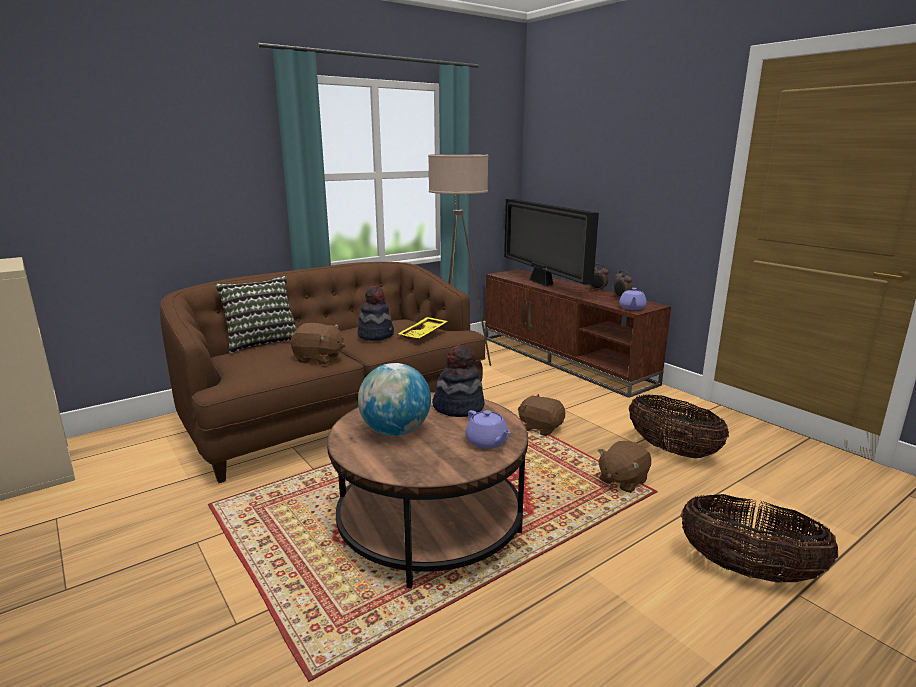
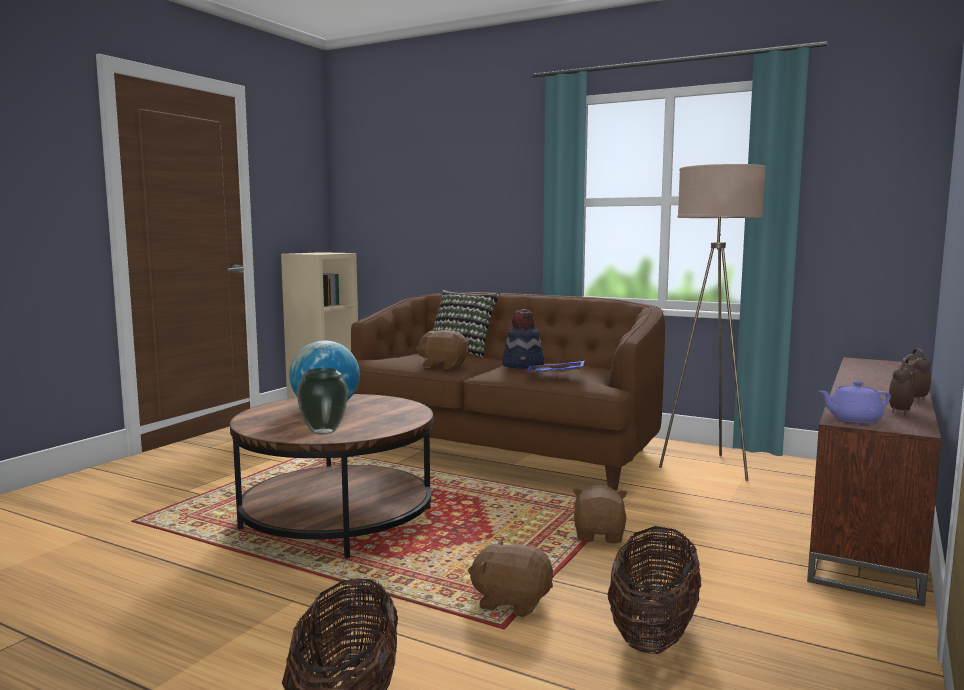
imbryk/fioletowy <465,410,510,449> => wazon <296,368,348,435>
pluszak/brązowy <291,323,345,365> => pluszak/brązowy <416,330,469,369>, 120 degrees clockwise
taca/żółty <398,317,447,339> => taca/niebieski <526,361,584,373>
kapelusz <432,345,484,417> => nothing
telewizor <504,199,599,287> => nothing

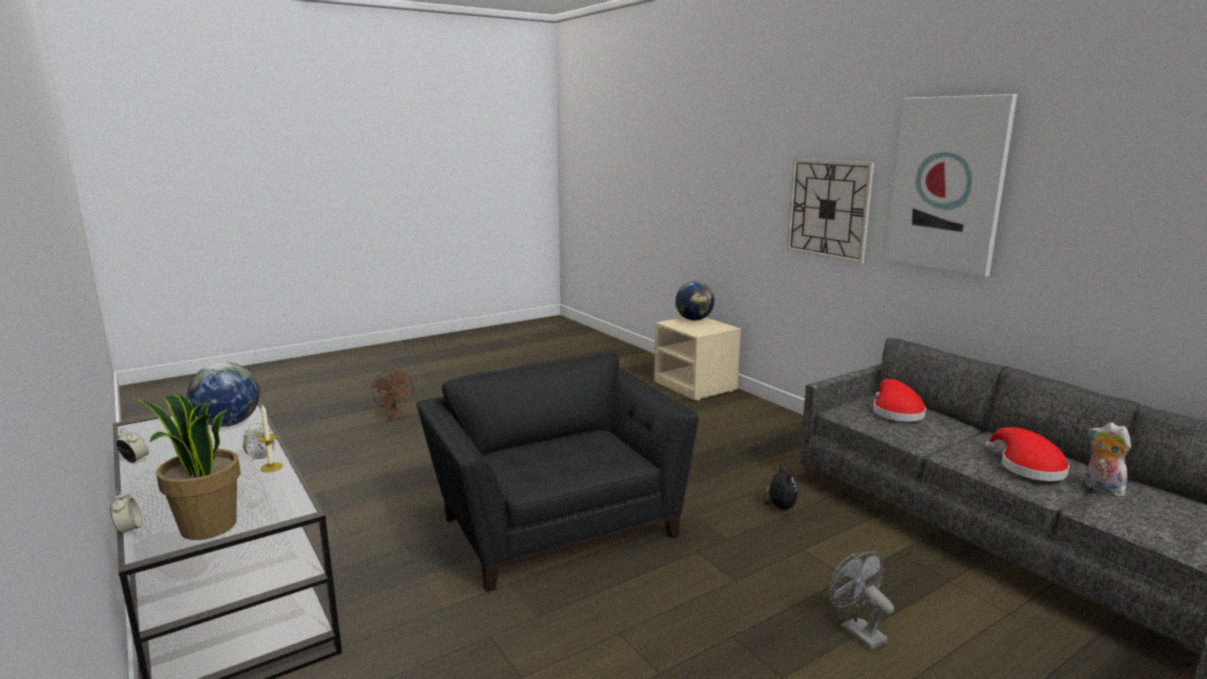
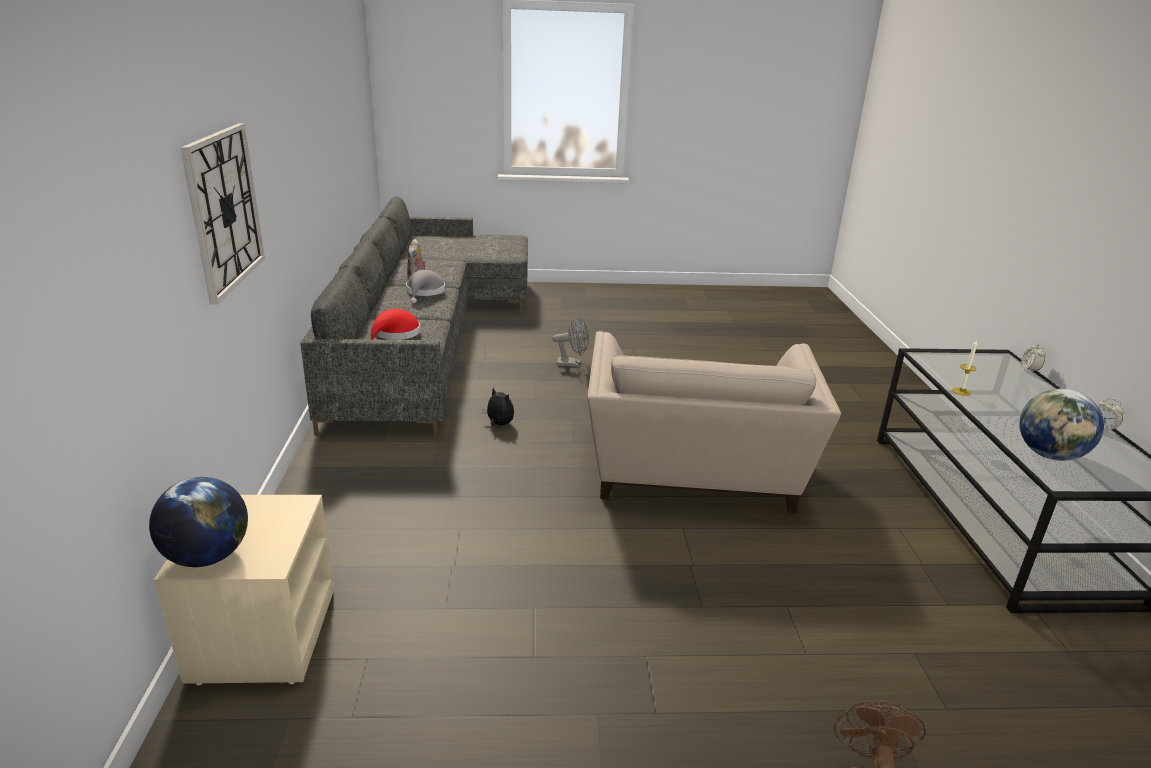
kapelusz/czerwony <985,427,1070,481> => kapelusz/szary <406,270,445,303>
pluszak <764,465,798,510> => pluszak <482,388,514,426>, 105 degrees clockwise
wentylator/szary <830,551,894,650> => wentylator/szary <552,316,589,367>, 90 degrees counterclockwise
fotel/czarny <416,353,699,592> => fotel/beżowy <588,331,841,513>
roślina doniczkowa <136,392,241,540> => nothing
budzik <243,423,275,462> => nothing
obraz <886,94,1017,277> => nothing

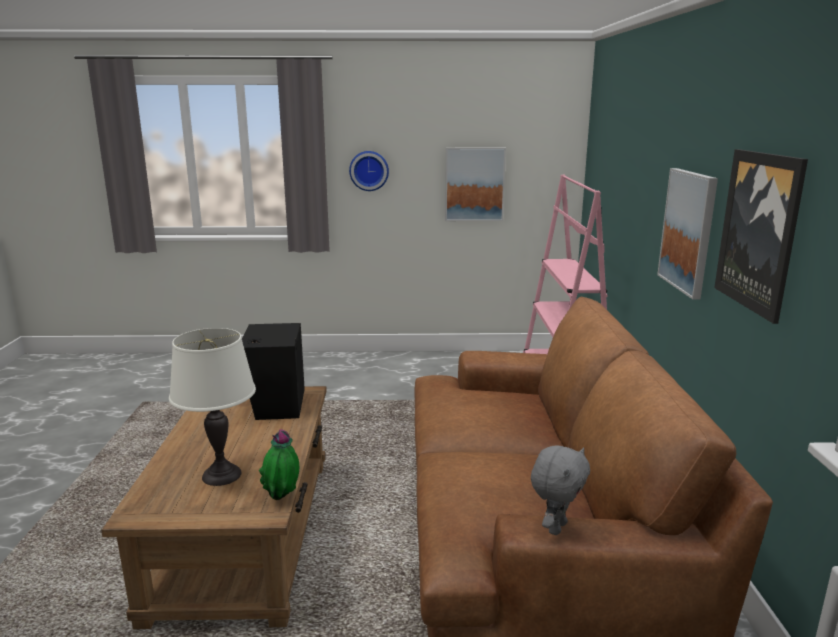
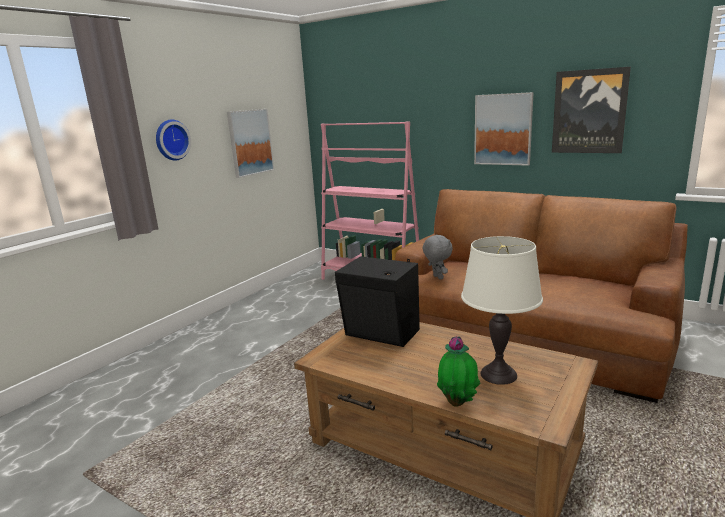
pluszak/szary <531,445,590,535> => pluszak/szary <423,234,453,280>, relocated
roślina doniczkowa <259,430,299,500> => roślina doniczkowa <437,336,480,407>, relocated

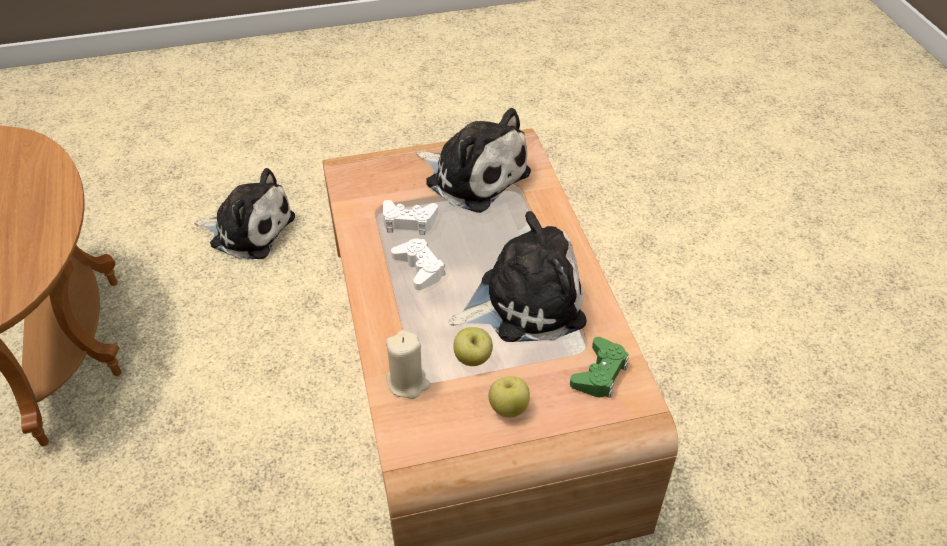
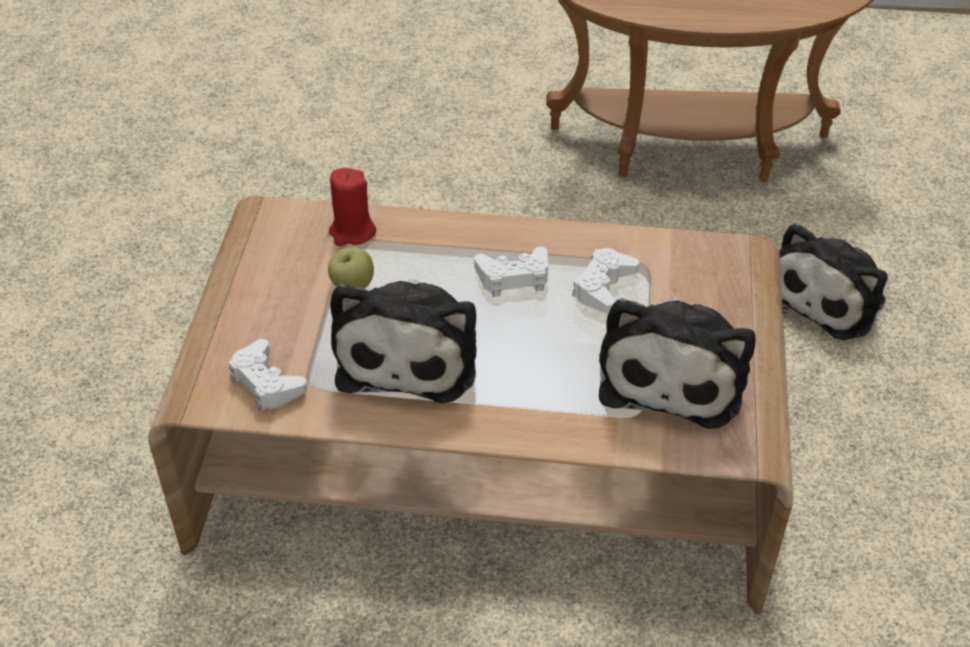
pad do gier/zielony <570,337,629,398> => pad do gier/biały <229,339,307,411>
świeca/beżowy <386,330,430,399> => świeca/czerwony <329,168,376,246>
pluszak <416,108,531,213> => pluszak <599,298,756,429>, 45 degrees counterclockwise
jabłko <489,376,530,418> => nothing

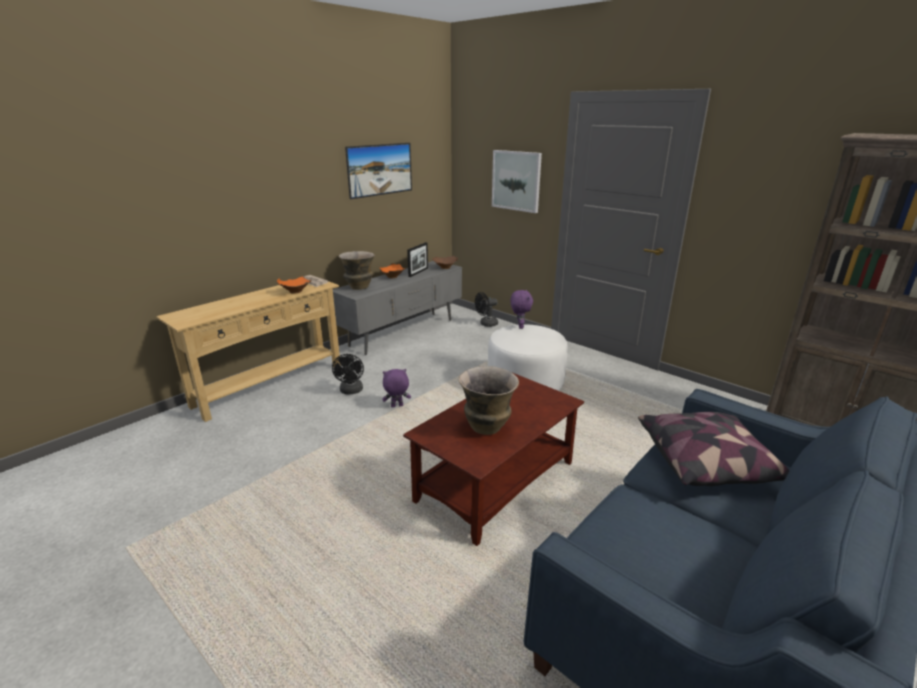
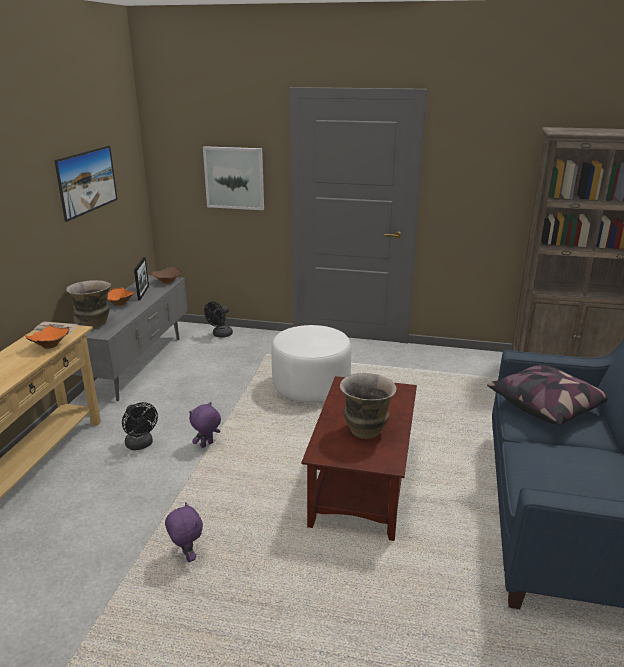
pluszak/fioletowy <510,289,533,329> => pluszak/fioletowy <165,502,203,562>, relocated

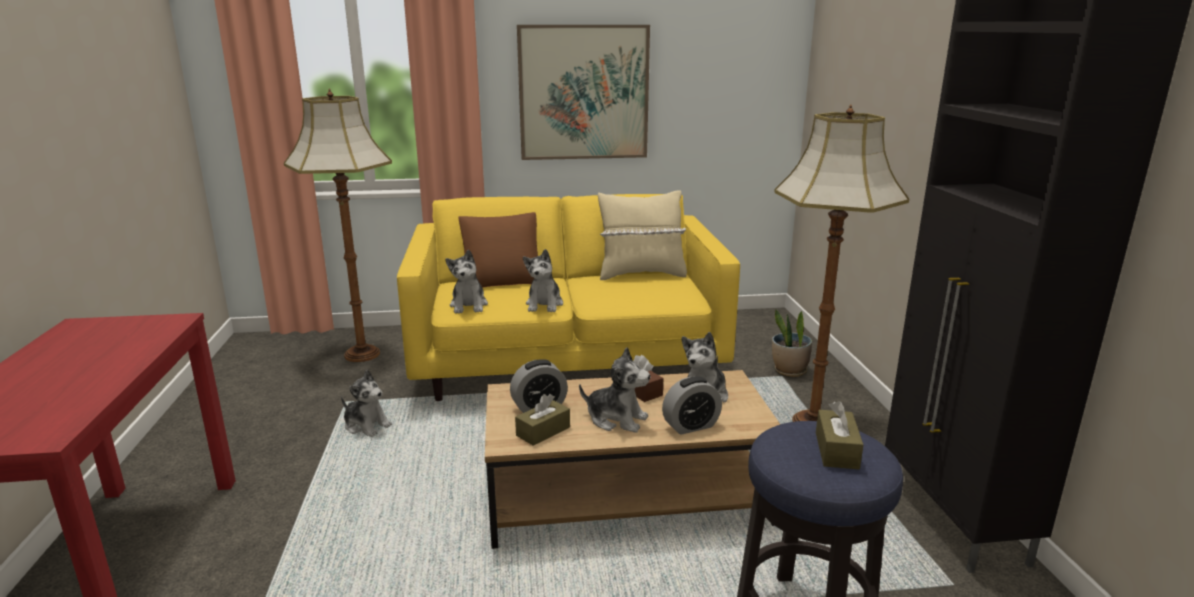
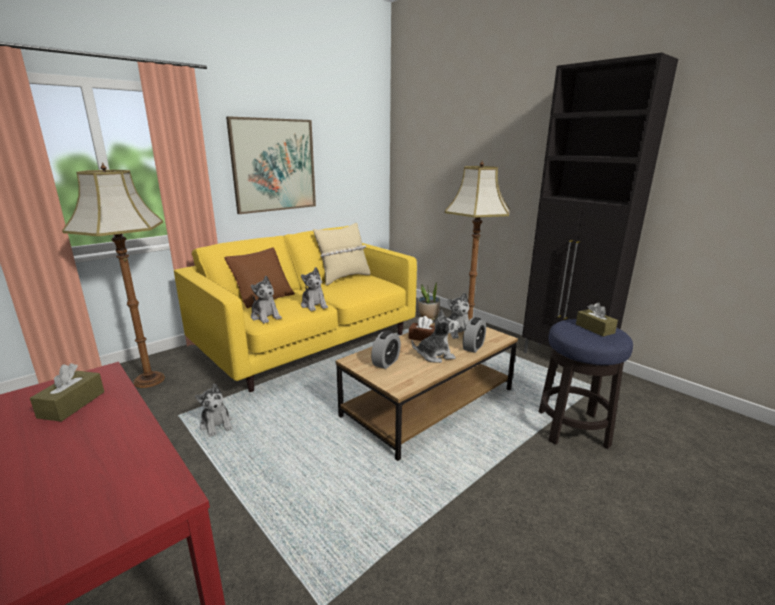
pudełko chusteczek/brązowy <515,394,570,446> => pudełko chusteczek/brązowy <30,363,104,422>, relocated
pluszak <341,370,392,437> => pluszak <195,383,233,437>, 60 degrees clockwise

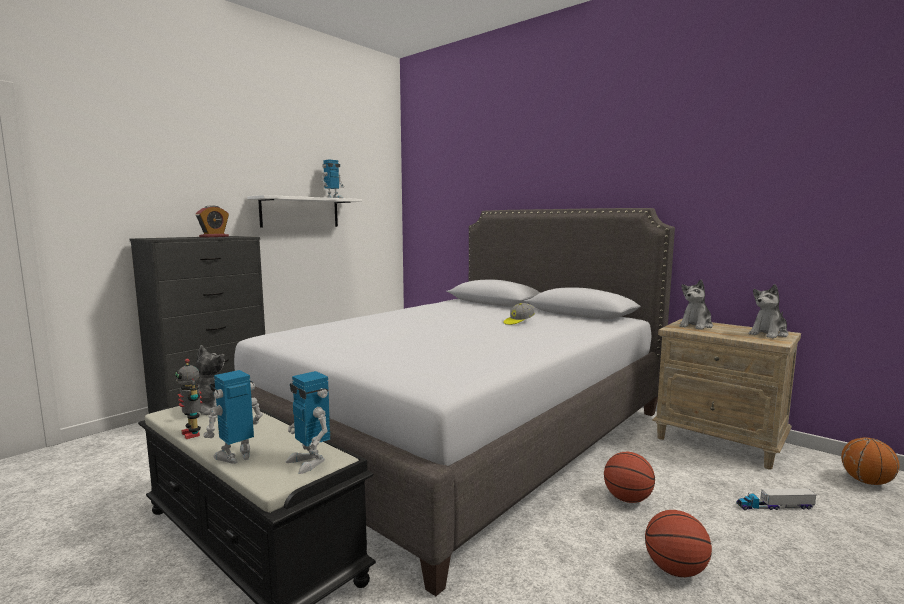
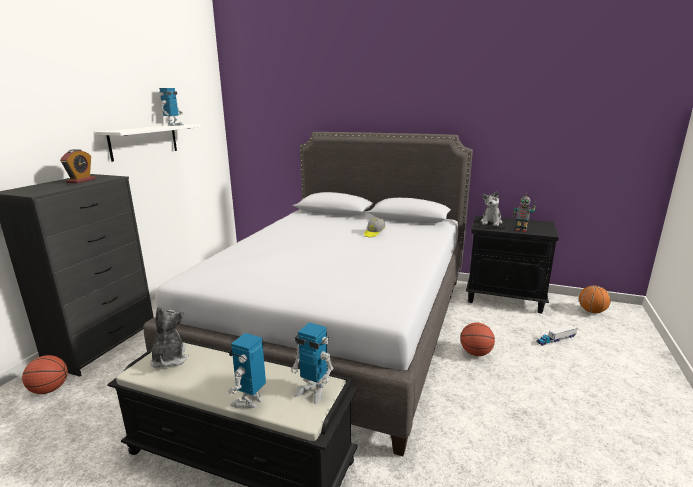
piłka do koszykówki <645,510,712,577> => piłka do koszykówki <22,355,68,394>, relocated
szafka nocna/beżowy <652,319,801,470> => szafka nocna/czarny <466,216,559,313>
robot zabawkowy <175,359,203,439> => robot zabawkowy <513,193,536,232>, relocated
pluszak <749,284,789,338> => nothing

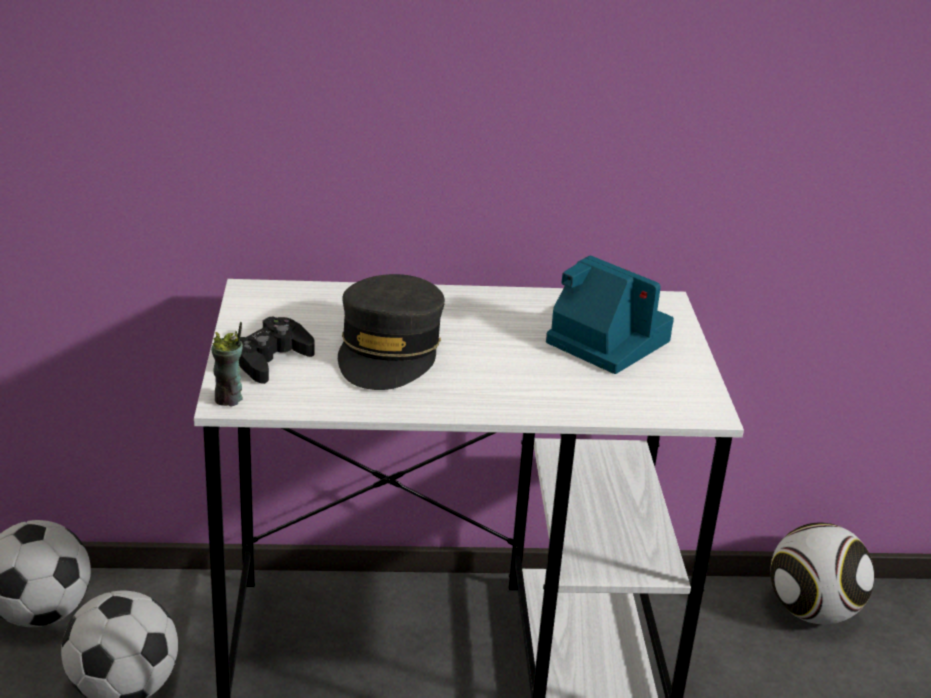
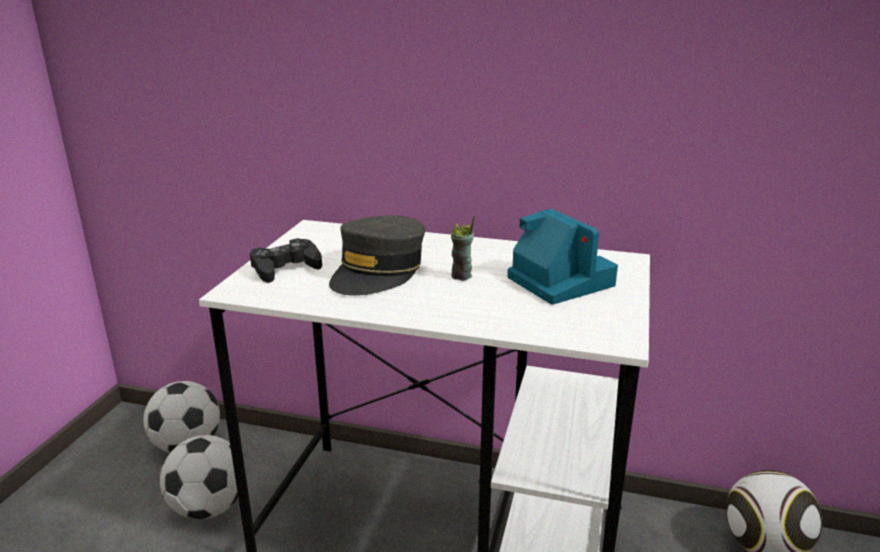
filiżanka <211,322,243,406> => filiżanka <451,216,475,281>, relocated

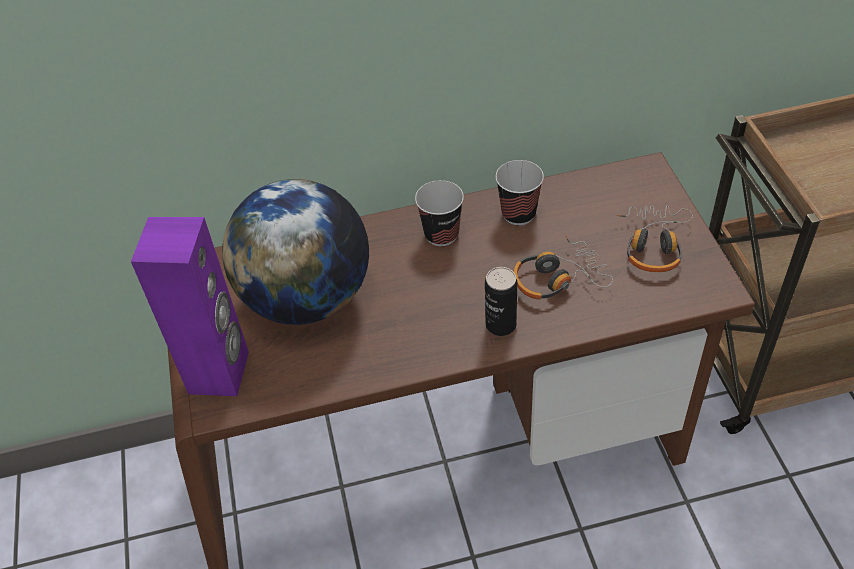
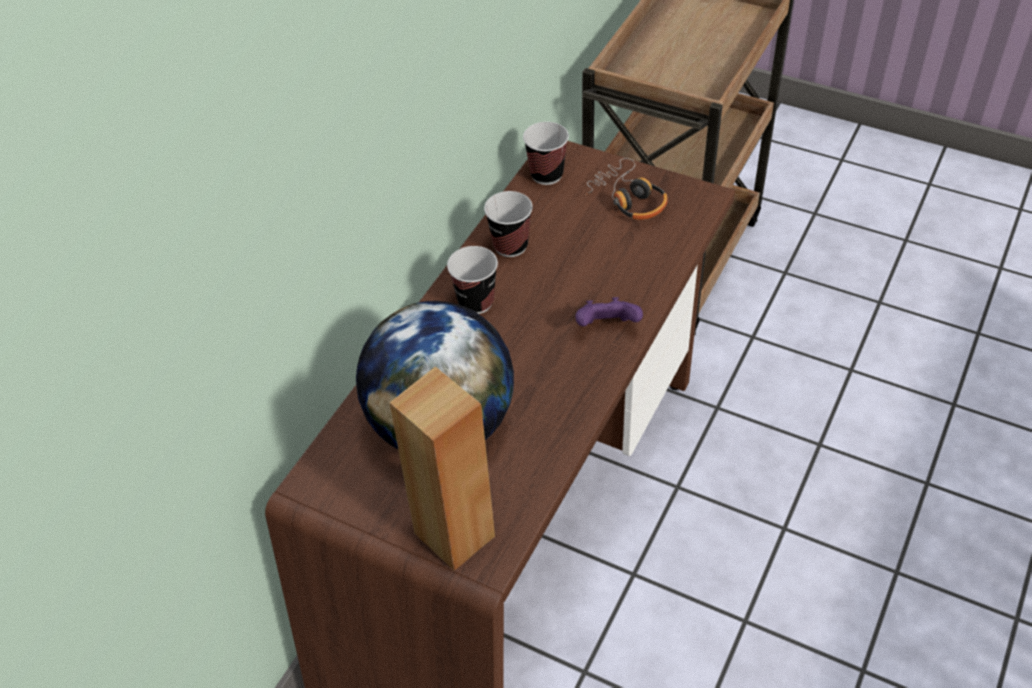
głośnik/fioletowy <131,217,249,396> => głośnik/brązowy <389,366,495,571>
nothing => filiżanka <523,122,569,185>
puszka <485,267,517,336> => pad do gier/fioletowy <576,297,643,326>
słuchawki <514,236,613,300> => nothing

